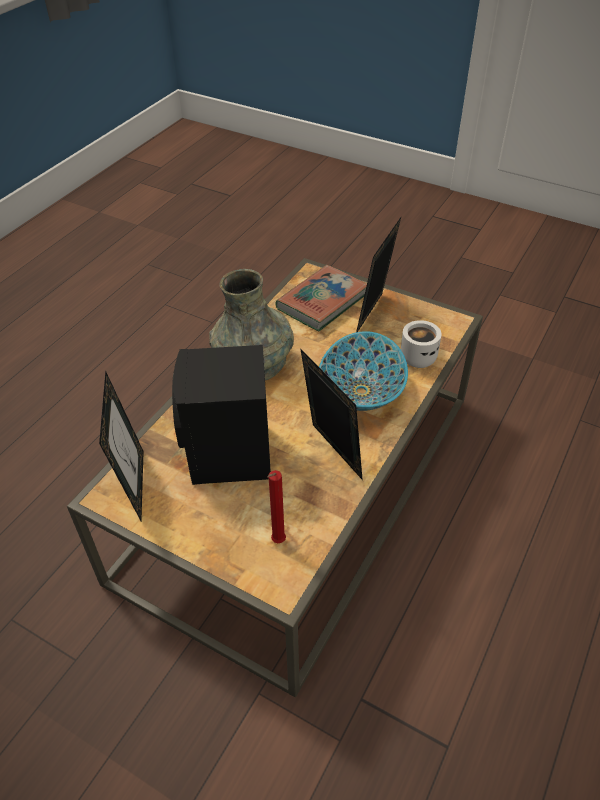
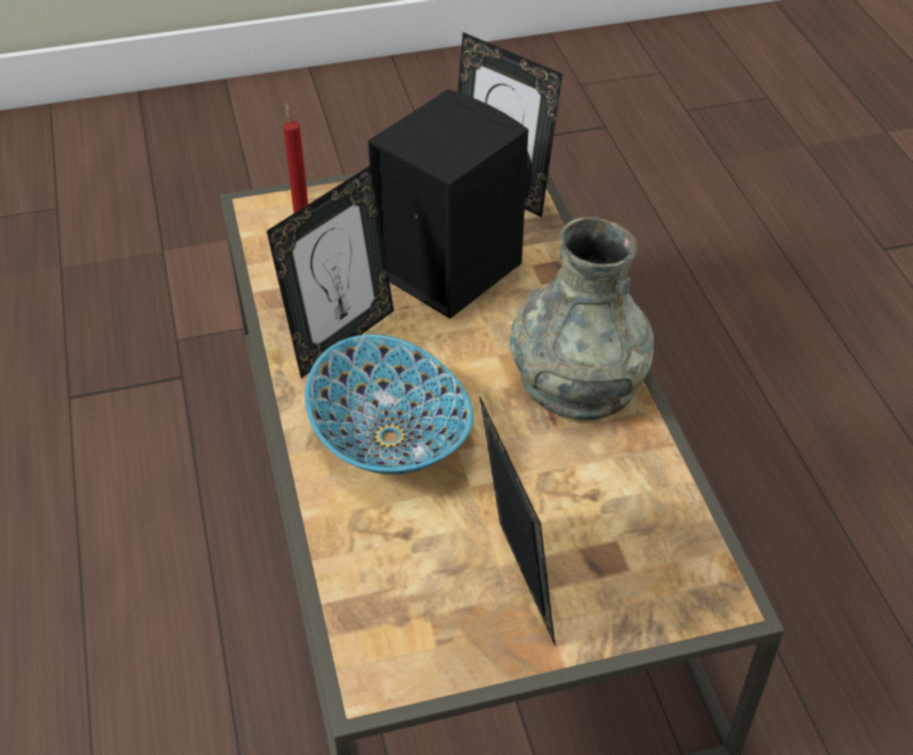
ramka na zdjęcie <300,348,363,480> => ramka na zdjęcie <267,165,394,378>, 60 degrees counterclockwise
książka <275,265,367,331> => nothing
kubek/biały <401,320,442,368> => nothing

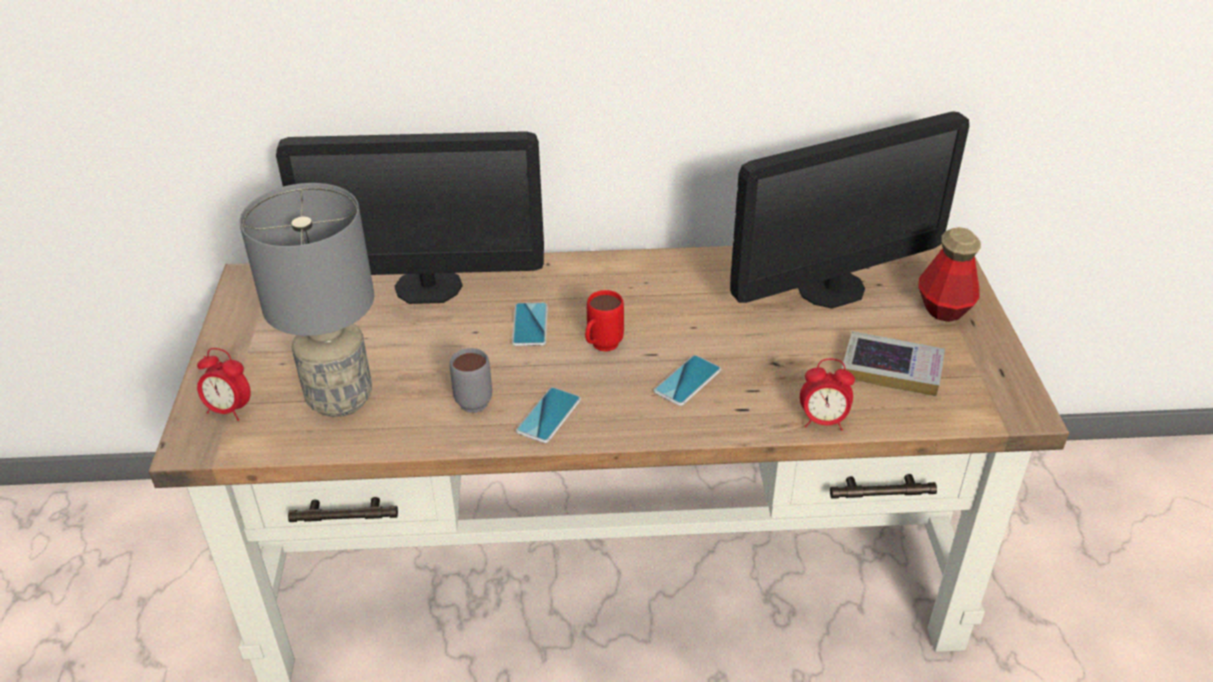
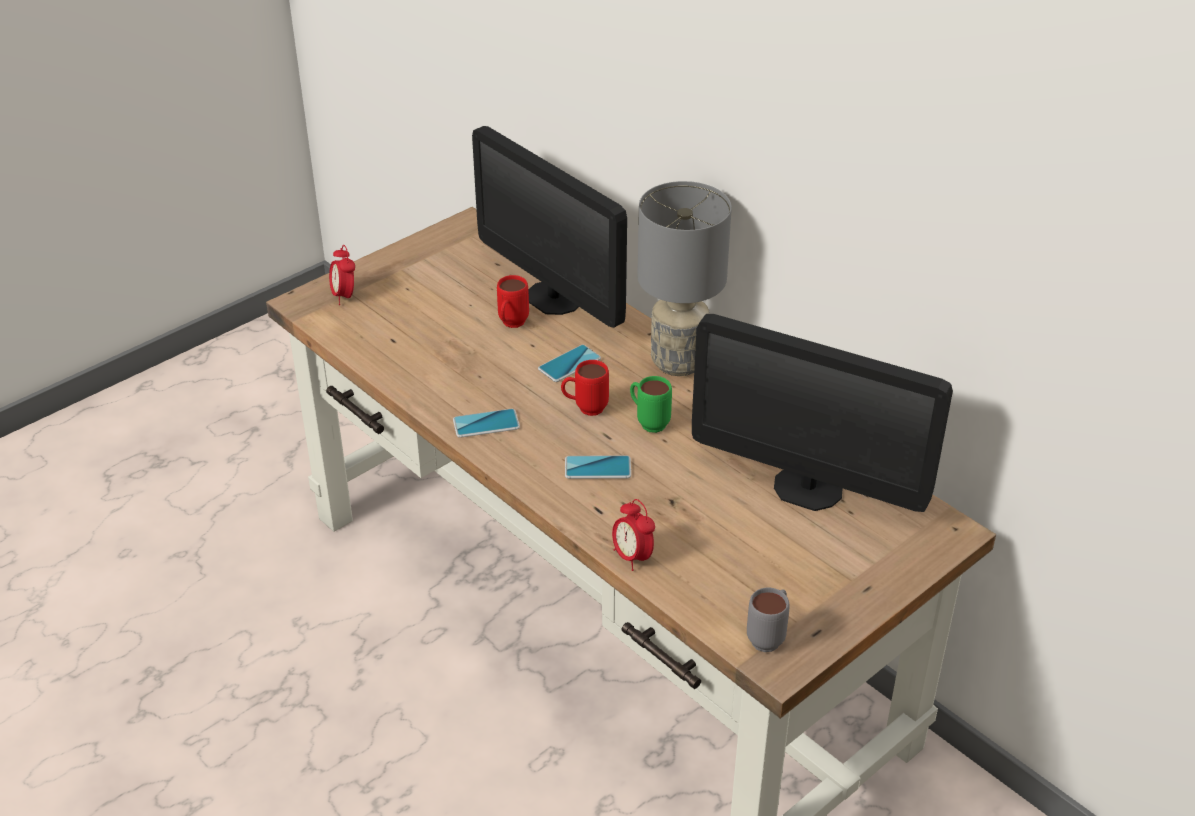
nothing => kubek/czerwony <497,275,529,328>
nothing => kubek/zielony <630,376,672,433>
lampa stołowa/szary <239,183,374,417> => lampa stołowa/szary <637,181,732,376>, relocated
kubek/szary <450,348,492,413> => kubek/szary <747,587,790,652>, relocated
książka <841,331,945,396> => nothing
butelka <918,227,981,322> => nothing

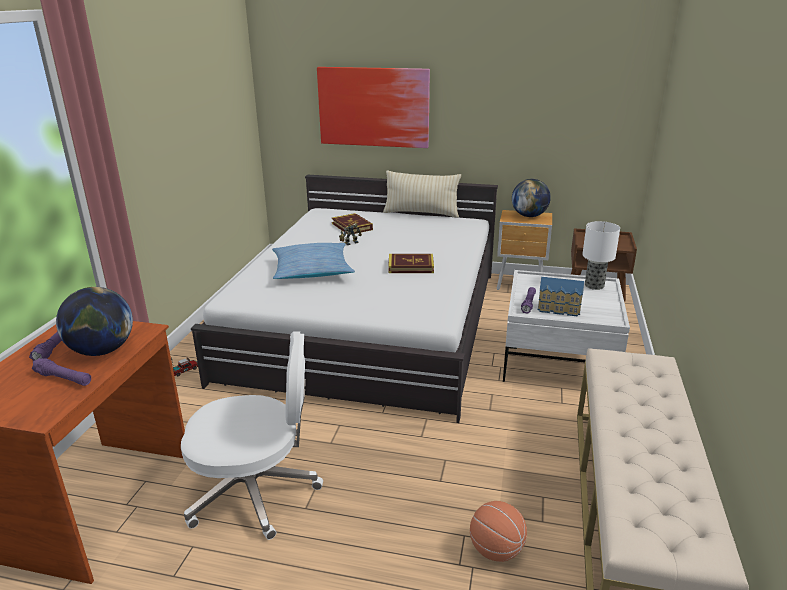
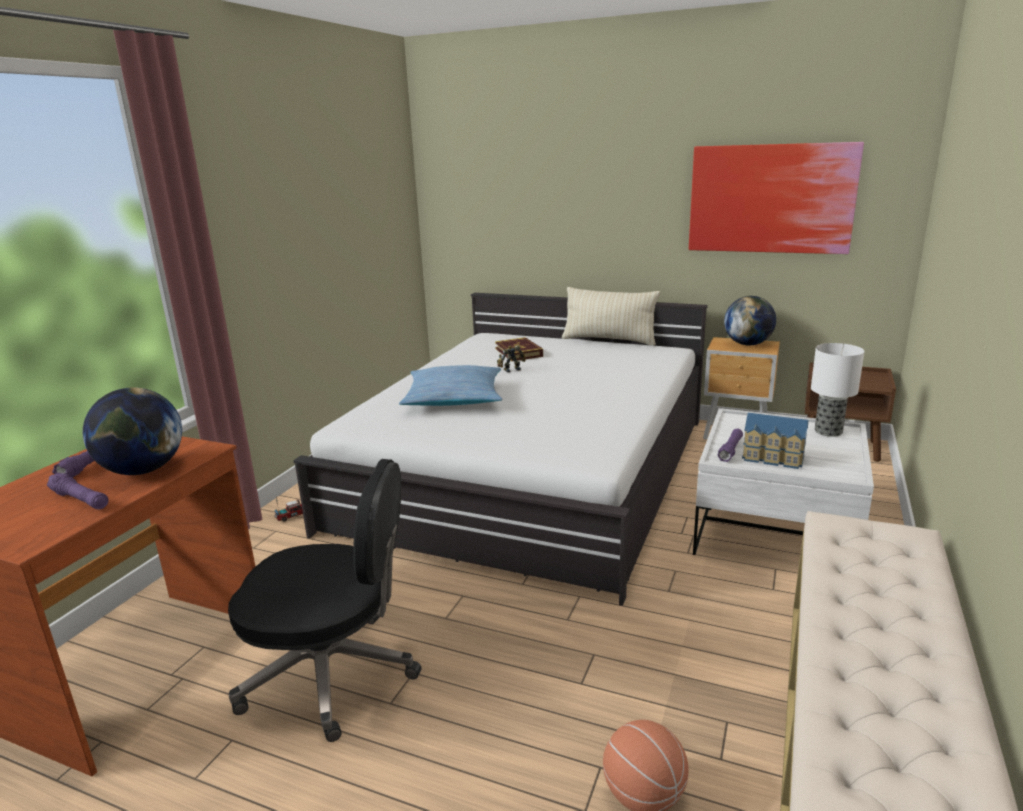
krzesło biurowe/biały <181,331,323,540> => krzesło biurowe/czarny <228,459,422,742>
obraz <317,67,430,148> => obraz <689,142,864,254>, relocated
książka <388,254,434,273> => nothing

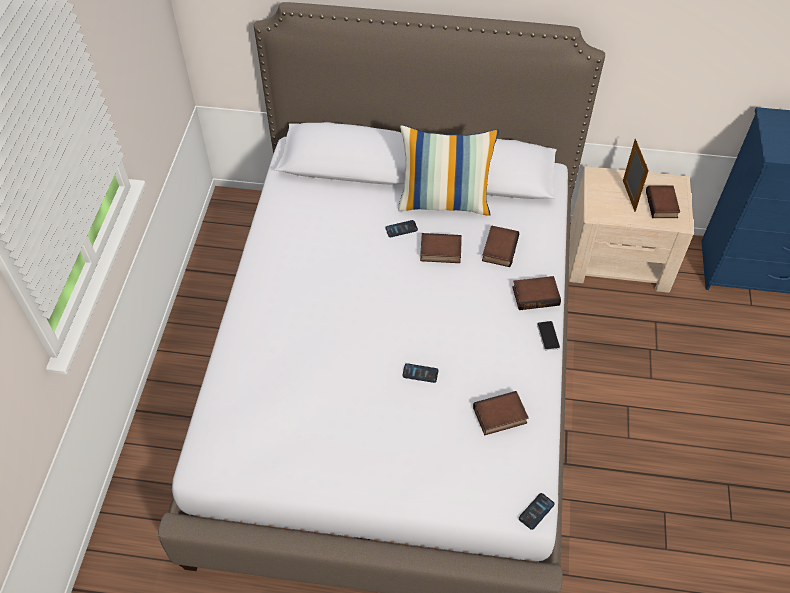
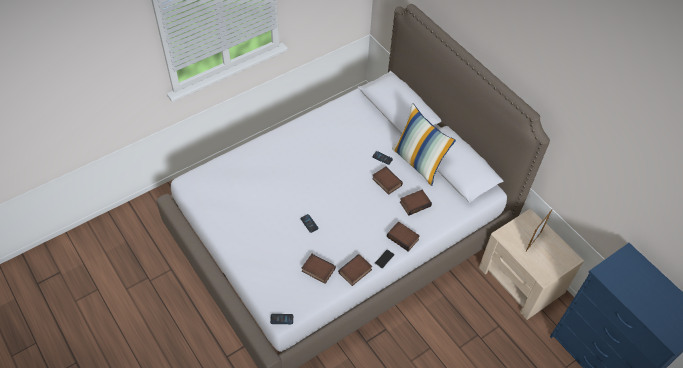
książka <646,185,680,218> => książka <338,254,372,286>, relocated

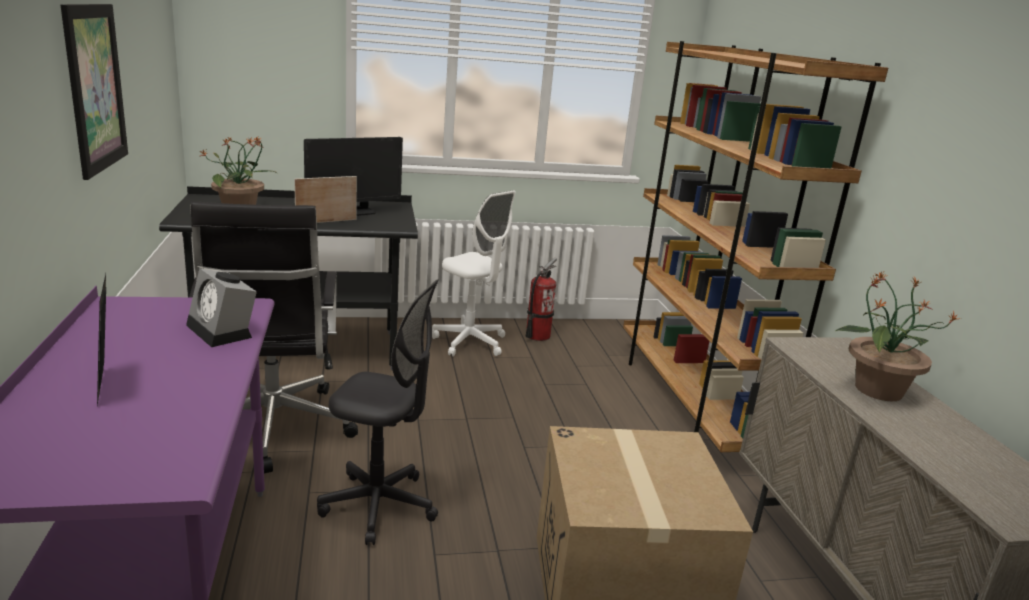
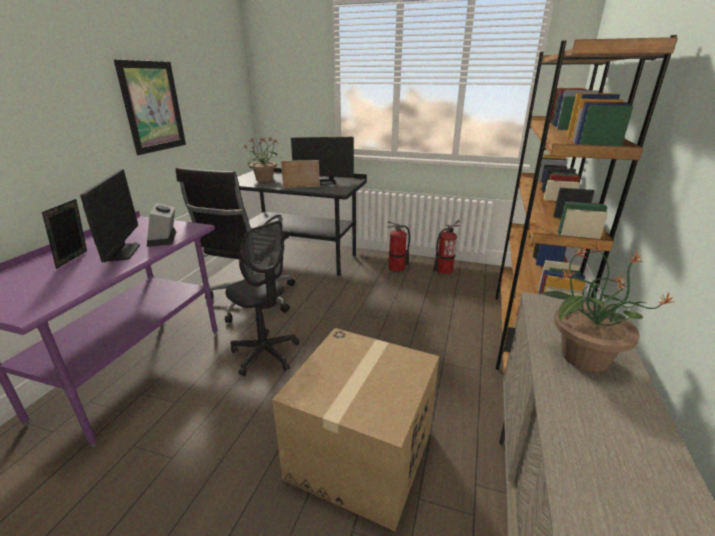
nothing => monitor <80,169,140,262>
krzesło biurowe/biały <432,190,516,357> => gaśnica <387,221,410,272>

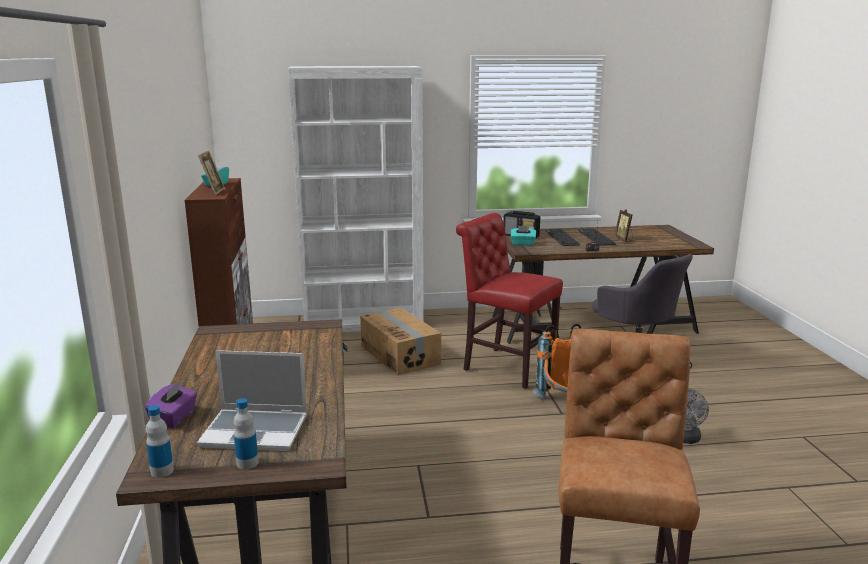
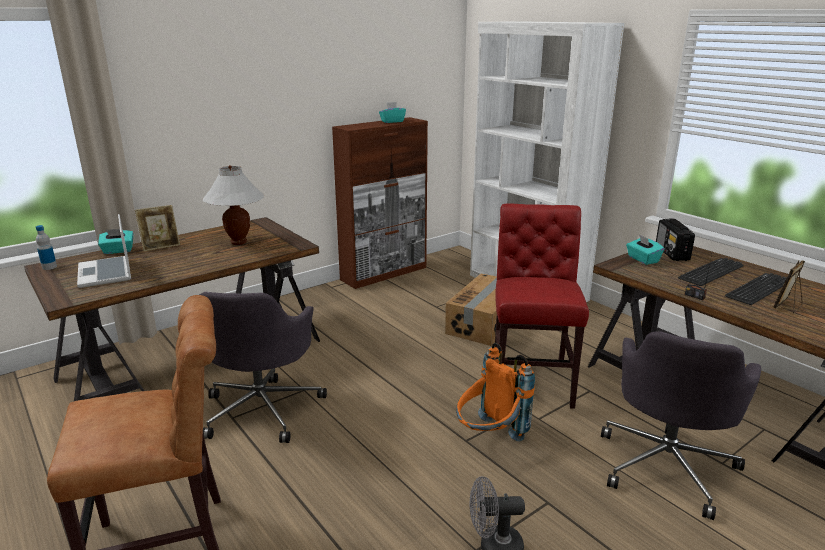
pudełko chusteczek/fioletowy <145,381,197,428> => pudełko chusteczek/turkusowy <98,229,133,254>
ramka na zdjęcie <198,151,225,195> => ramka na zdjęcie <135,205,180,251>, relocated
nothing => krzesło biurowe/szary <199,292,327,443>
nothing => lampa stołowa/biały <203,165,264,245>
butelka <234,398,258,470> => nothing

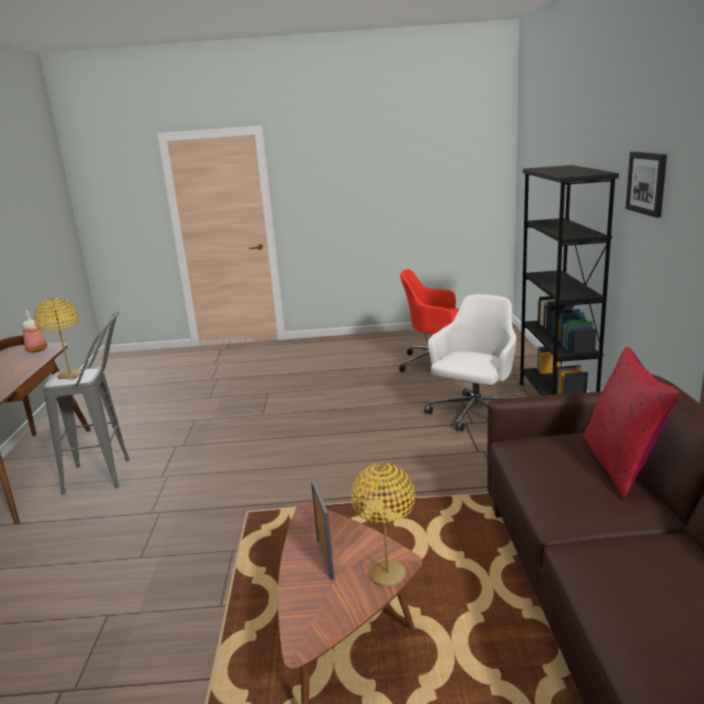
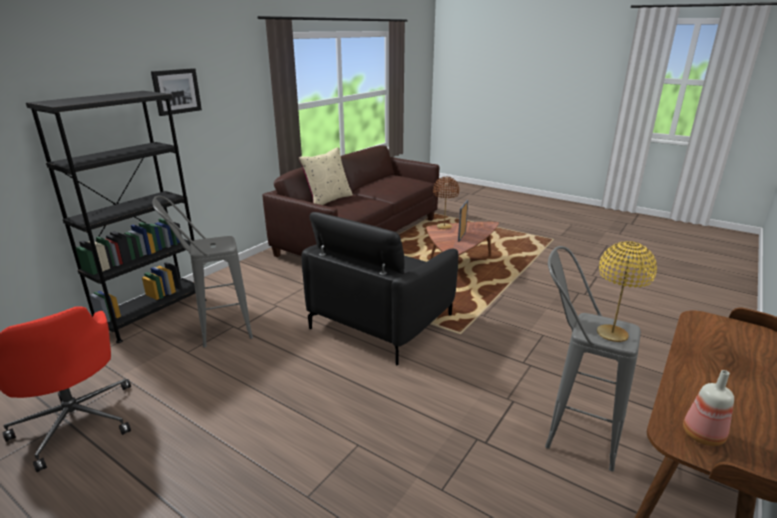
krzesło biurowe/biały <424,294,517,432> => stołek/szary <152,196,253,347>
poduszka/czerwony <584,347,680,498> => poduszka/beżowy <299,147,353,205>
nothing => fotel/czarny <301,212,458,365>
lampa stołowa/żółty <351,463,415,586> => lampa stołowa/brązowy <433,177,459,229>

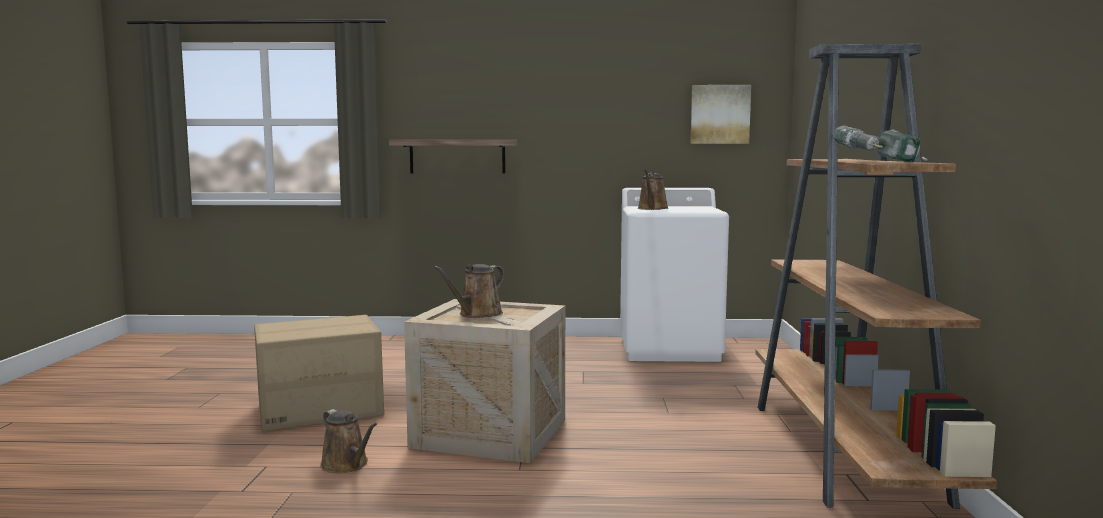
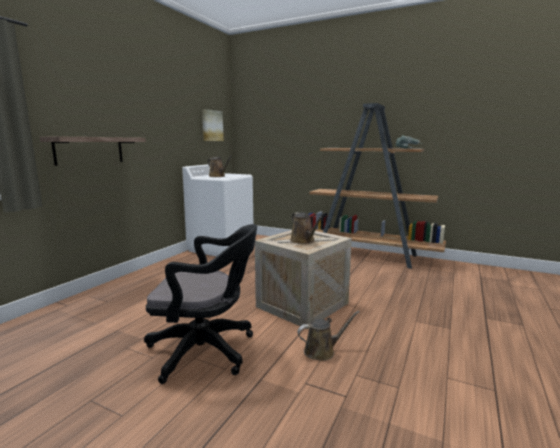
karton <254,315,384,432> => krzesło biurowe/czarny <144,224,257,384>

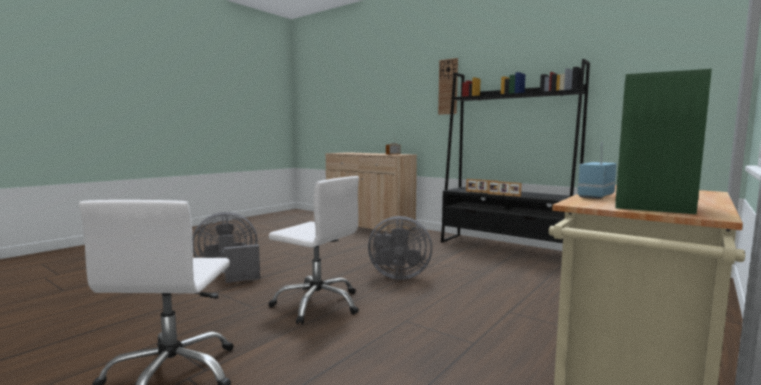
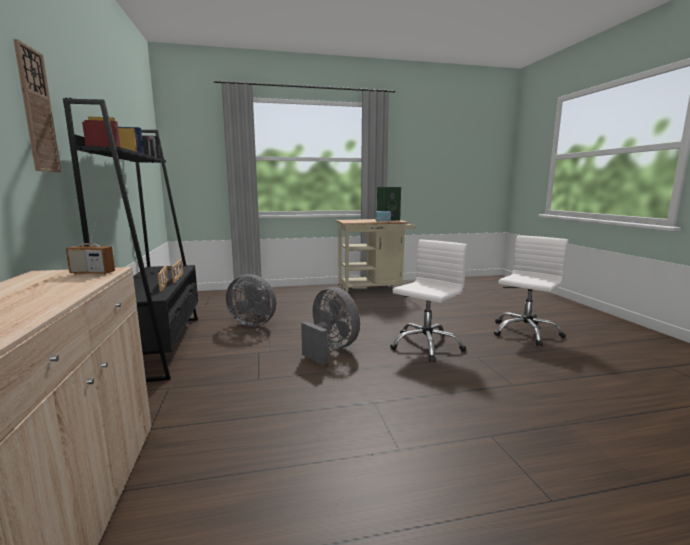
wentylator/szary <192,212,260,283> => wentylator/szary <226,274,276,327>, relocated
krzesło biurowe/biały <269,176,359,324> => krzesło biurowe/biały <390,240,467,362>, 60 degrees clockwise

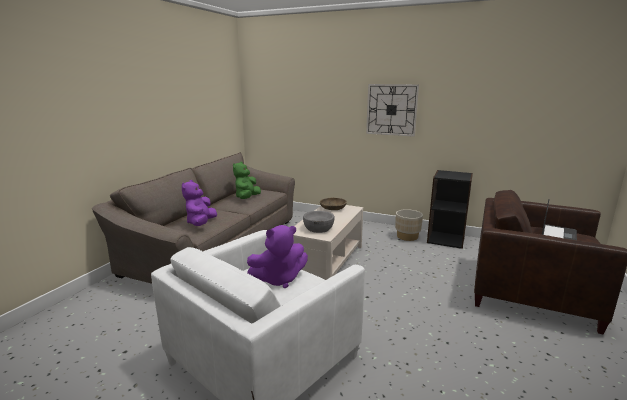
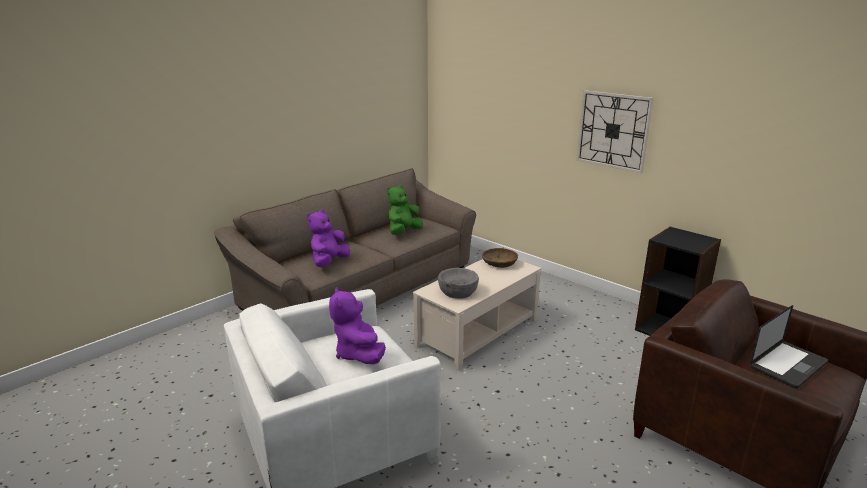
pluszak/fioletowy <247,225,308,288> => pluszak/fioletowy <329,287,386,364>, 75 degrees clockwise
donica/beżowy <395,209,423,241> => nothing

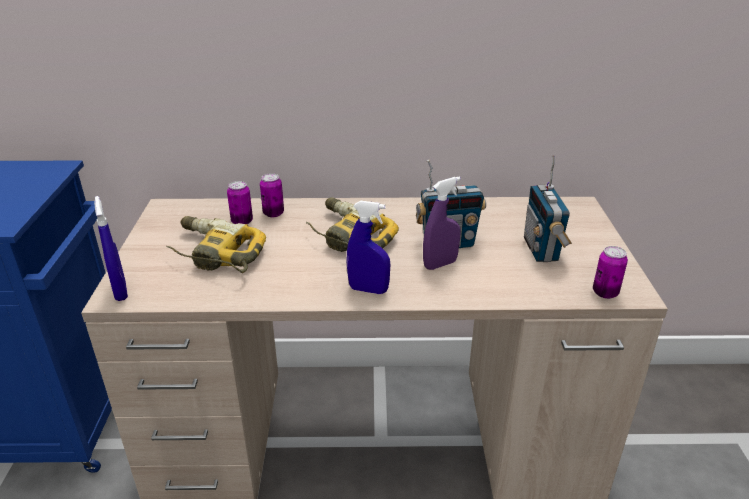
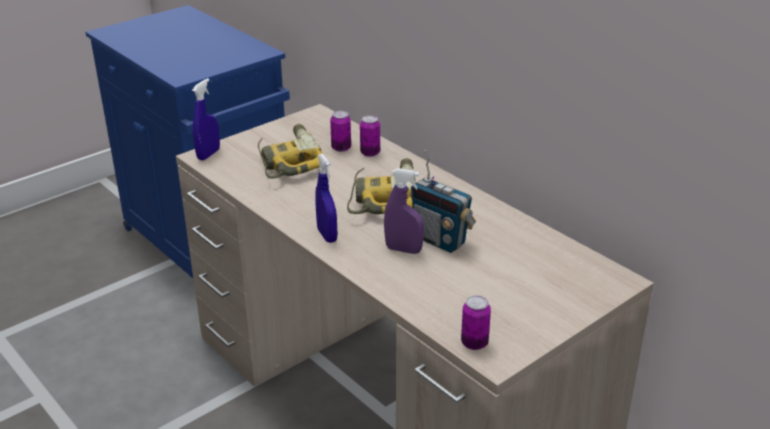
radio <524,156,572,262> => nothing

